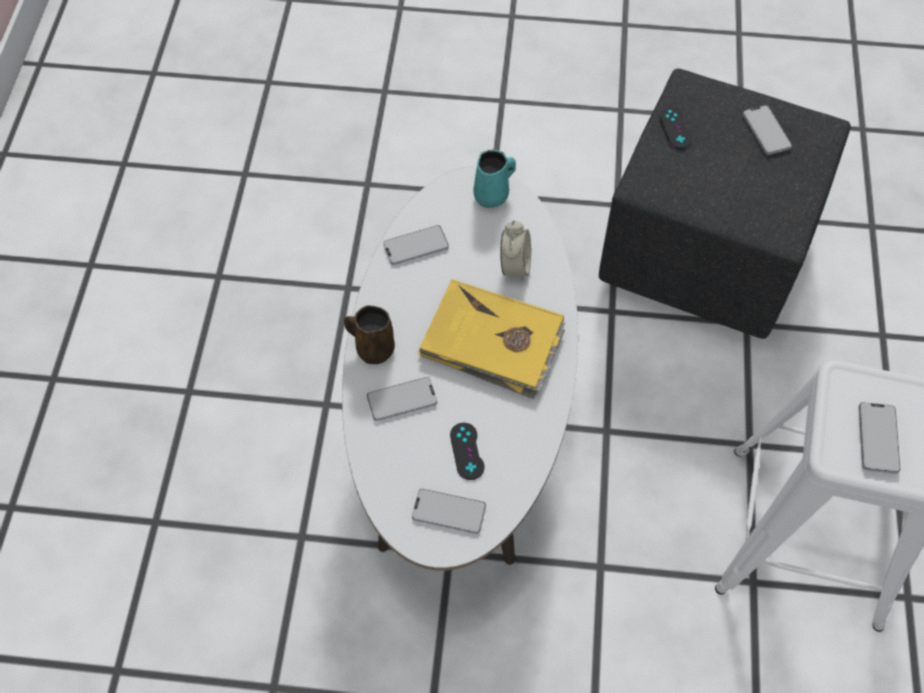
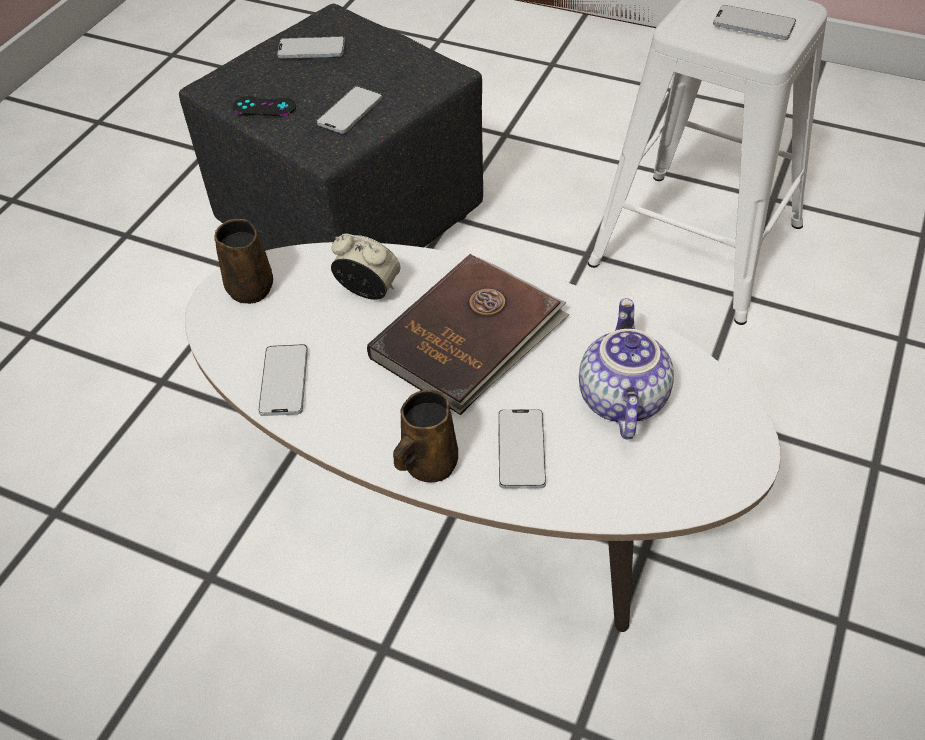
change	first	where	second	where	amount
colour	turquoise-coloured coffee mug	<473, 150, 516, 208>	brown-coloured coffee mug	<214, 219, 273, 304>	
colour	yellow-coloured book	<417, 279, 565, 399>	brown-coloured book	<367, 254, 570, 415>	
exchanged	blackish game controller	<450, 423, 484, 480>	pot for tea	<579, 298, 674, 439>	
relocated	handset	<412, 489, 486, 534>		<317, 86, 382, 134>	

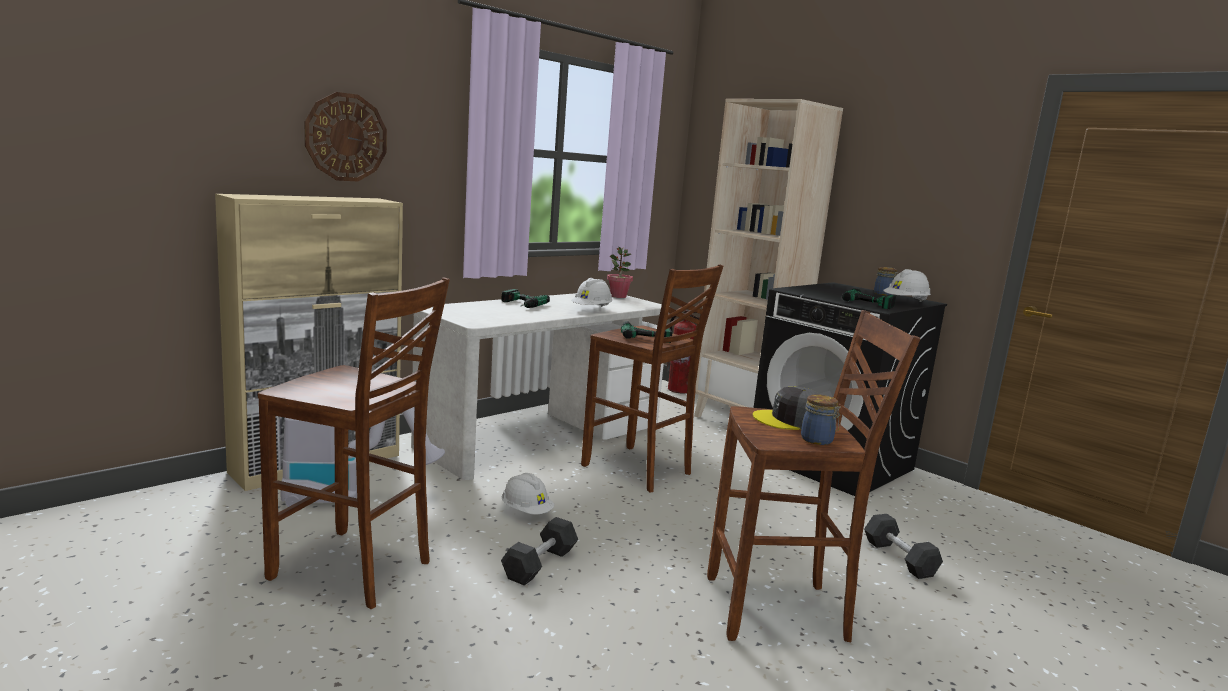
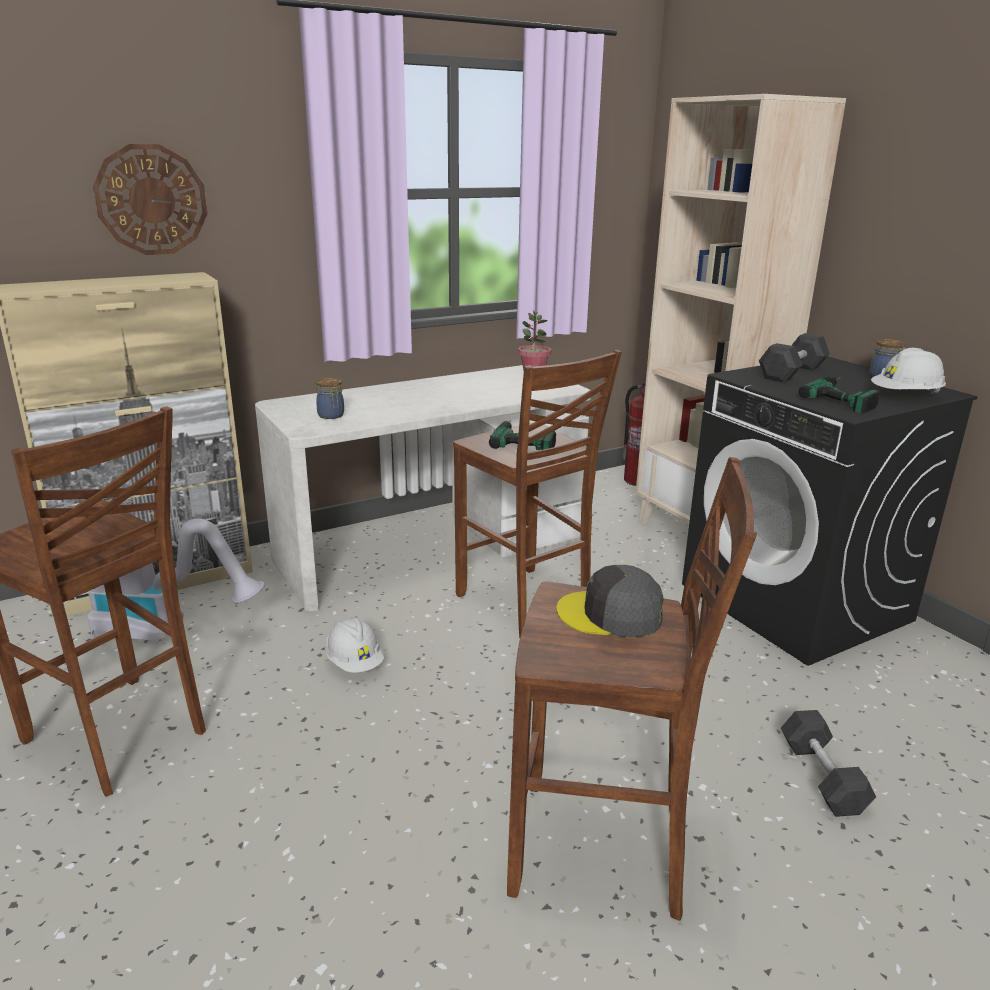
change	first	where	second	where	amount
missing	whitish hard hat	<571, 278, 612, 307>			
missing	drill	<501, 289, 550, 308>			
relocated	preserve jar	<801, 394, 841, 445>		<316, 378, 344, 419>	
relocated	blackish free weight	<501, 517, 578, 586>		<759, 333, 830, 383>	

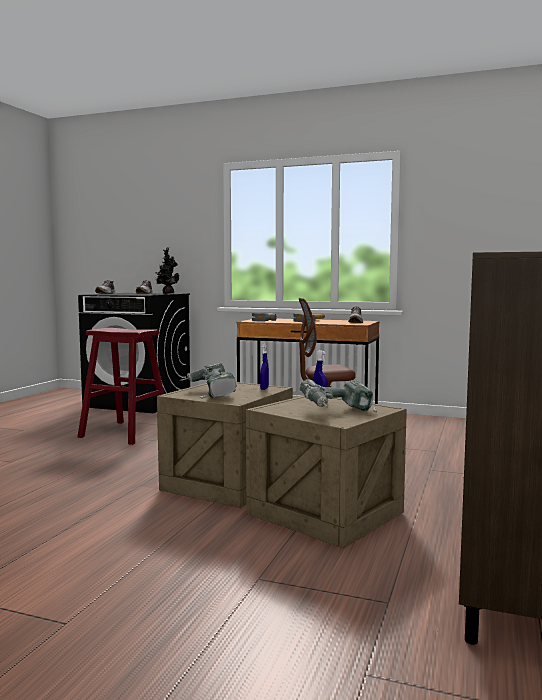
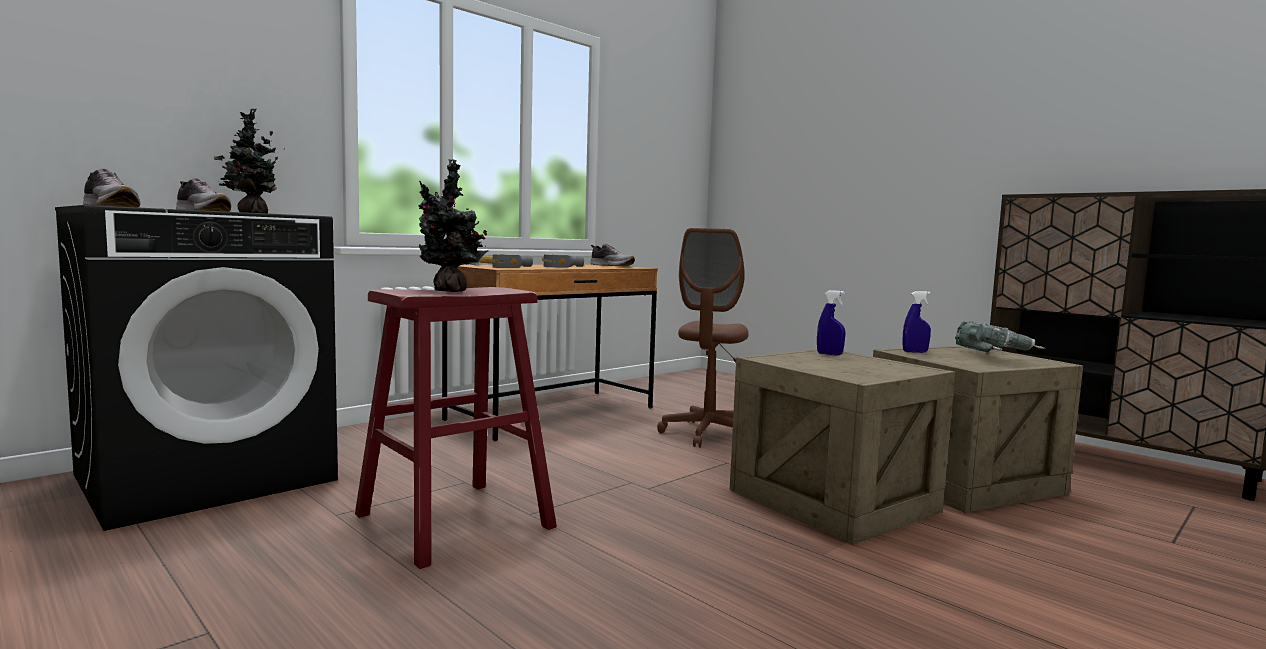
change	first	where	second	where	amount
missing	drill	<180, 363, 237, 398>			
appeared			potted plant	<419, 159, 489, 292>	

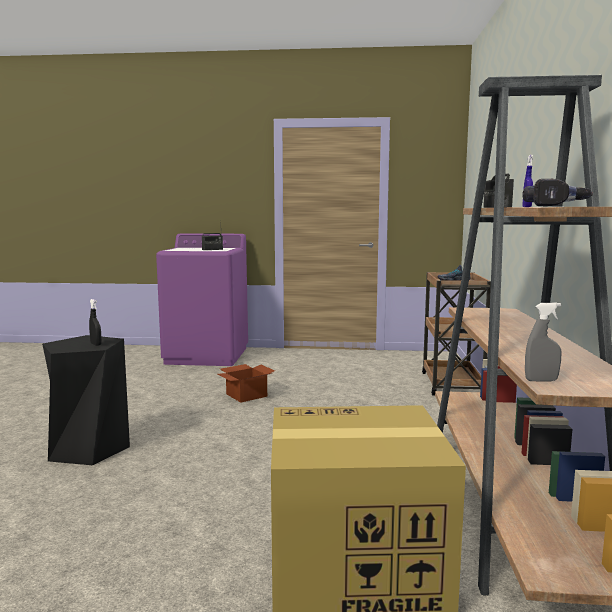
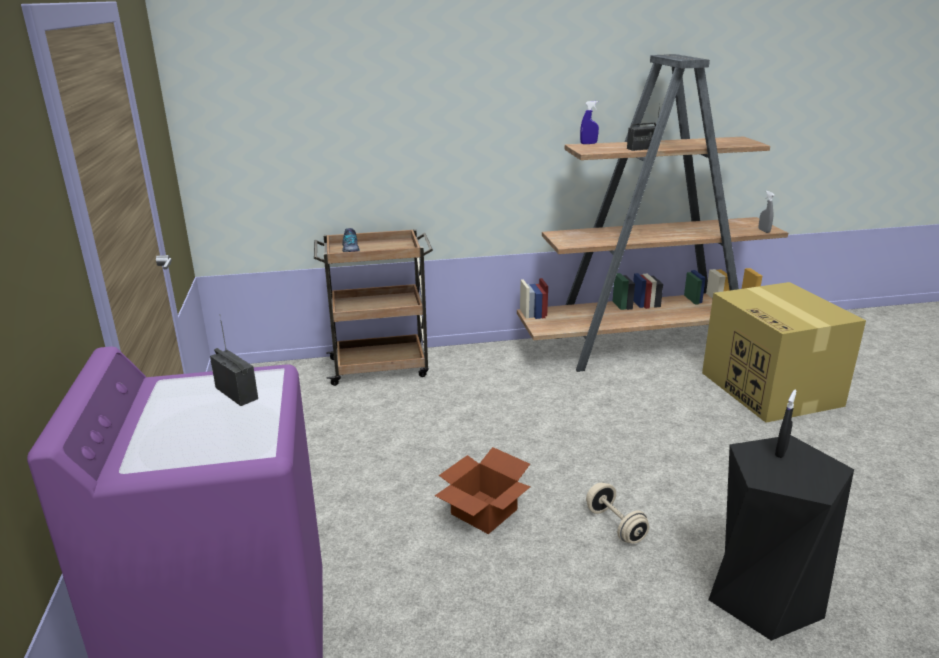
change	first	where	second	where	amount
missing	drill	<522, 179, 593, 206>			
appeared			beige free weight	<586, 483, 649, 544>	

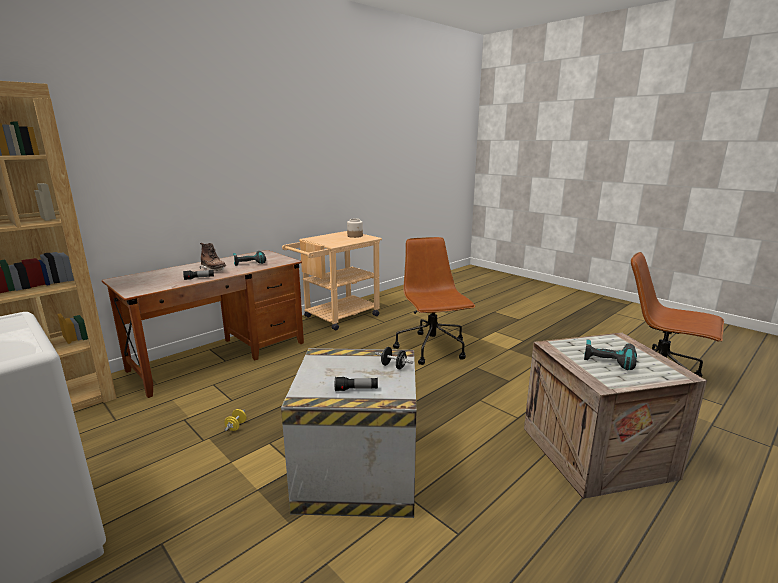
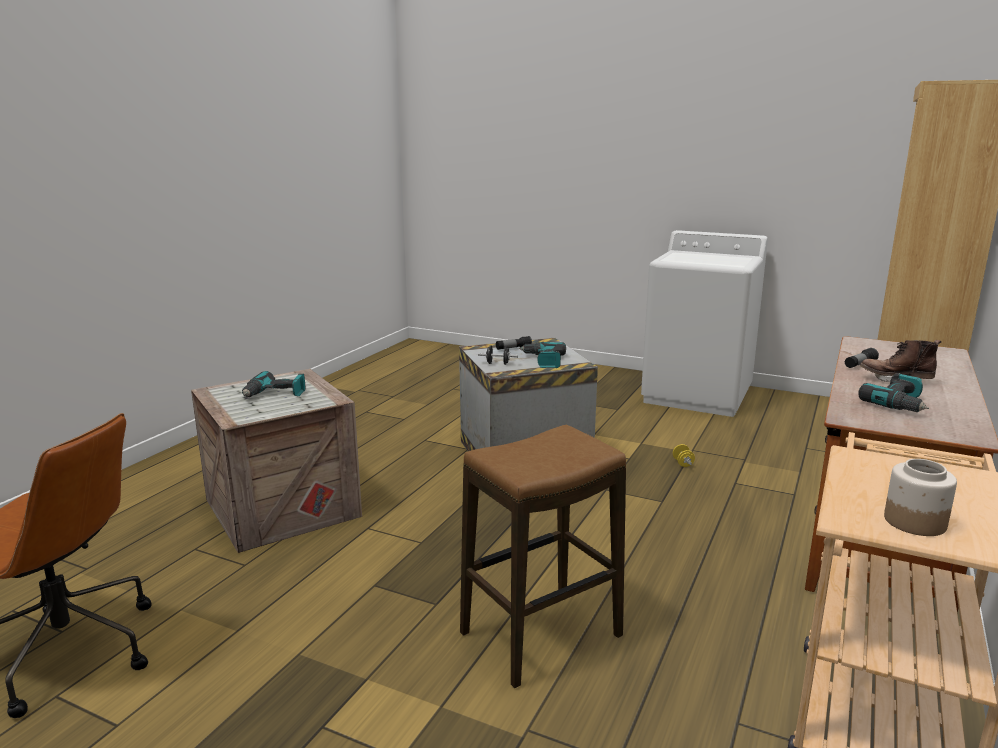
change	first	where	second	where	amount
exchanged	brown-coloured computer chair	<393, 237, 475, 365>	stool seat	<460, 424, 626, 688>	
appeared			drill	<519, 342, 566, 368>	

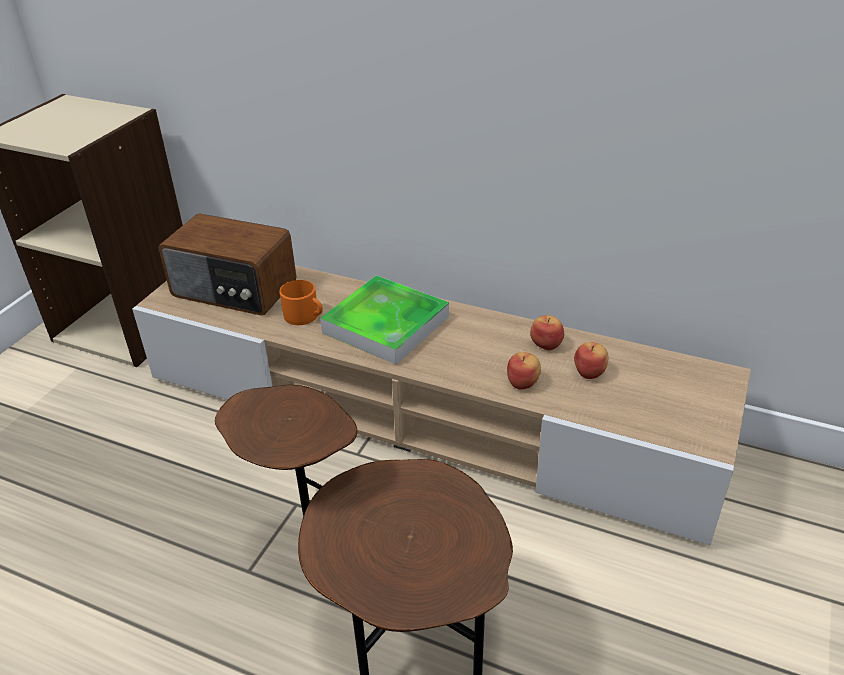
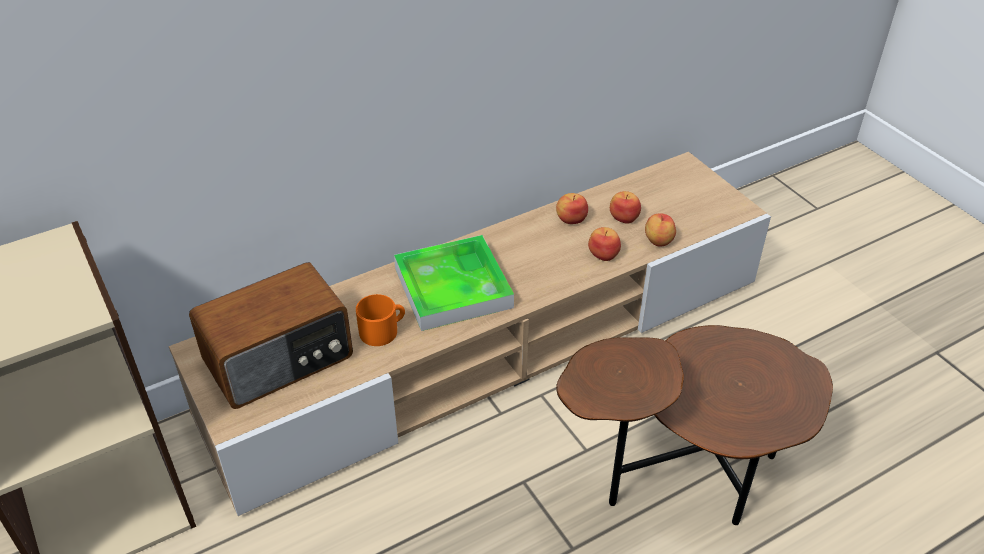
change	first	where	second	where	amount
appeared			whole apple	<645, 213, 676, 247>	

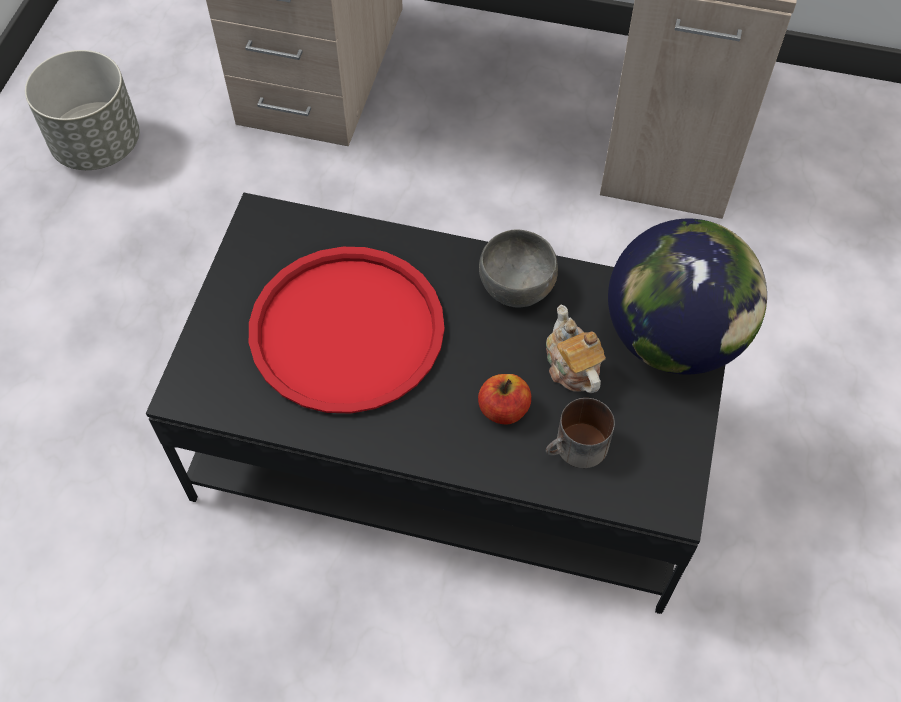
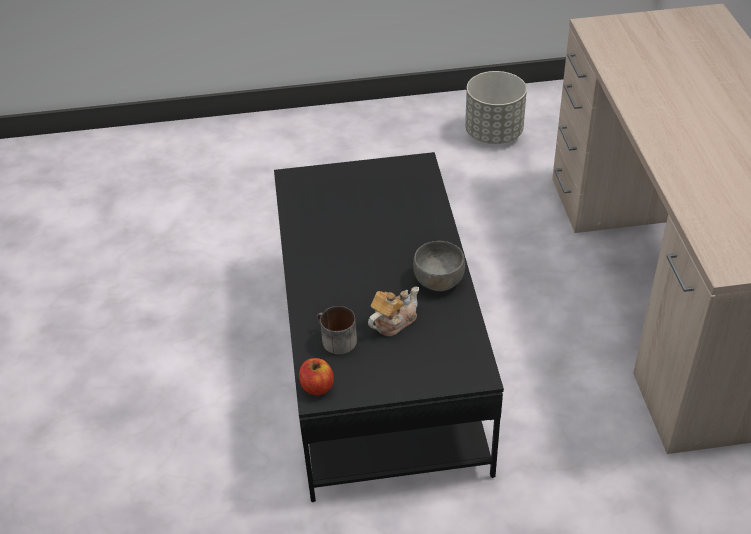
change	first	where	second	where	amount
missing	globe	<608, 219, 767, 375>			
missing	reddish carrying tray	<249, 247, 444, 414>			
relocated	whole apple	<478, 374, 531, 425>		<299, 358, 334, 395>	

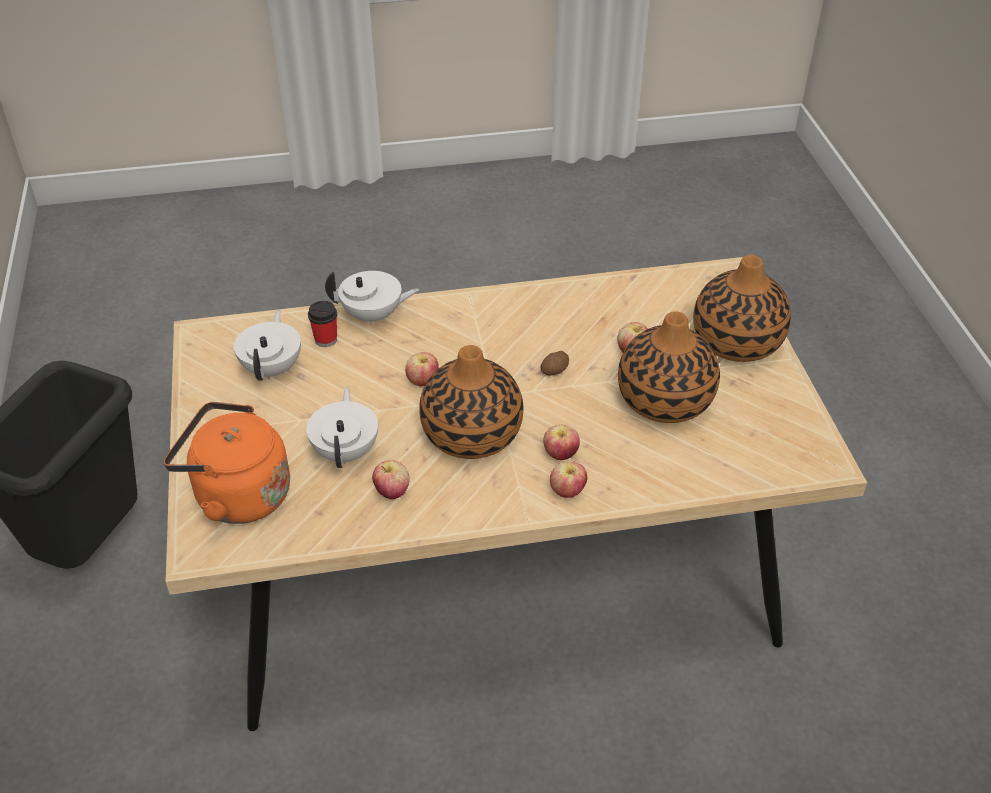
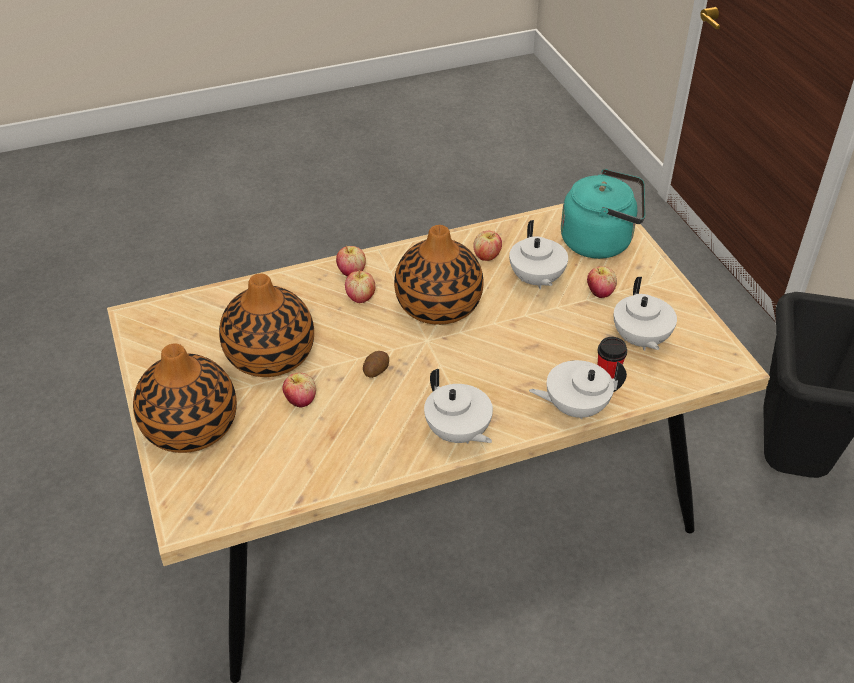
change	first	where	second	where	amount
relocated	whole apple	<405, 352, 438, 387>		<587, 266, 617, 298>	
colour	orangey kettle	<164, 402, 290, 524>	turquoise-coloured kettle	<561, 169, 645, 259>	
appeared			whitish pot for tea	<424, 369, 493, 444>	

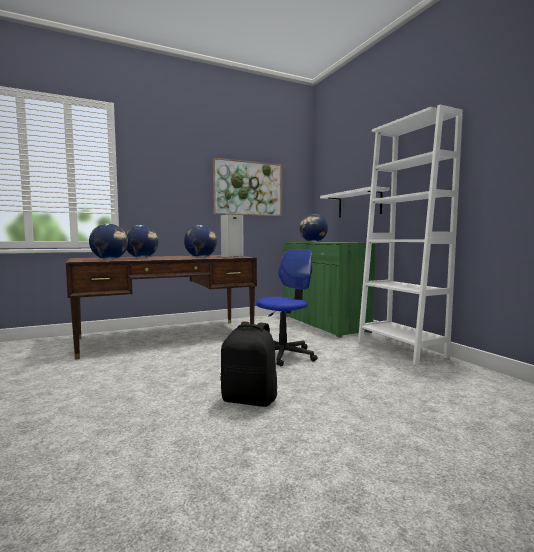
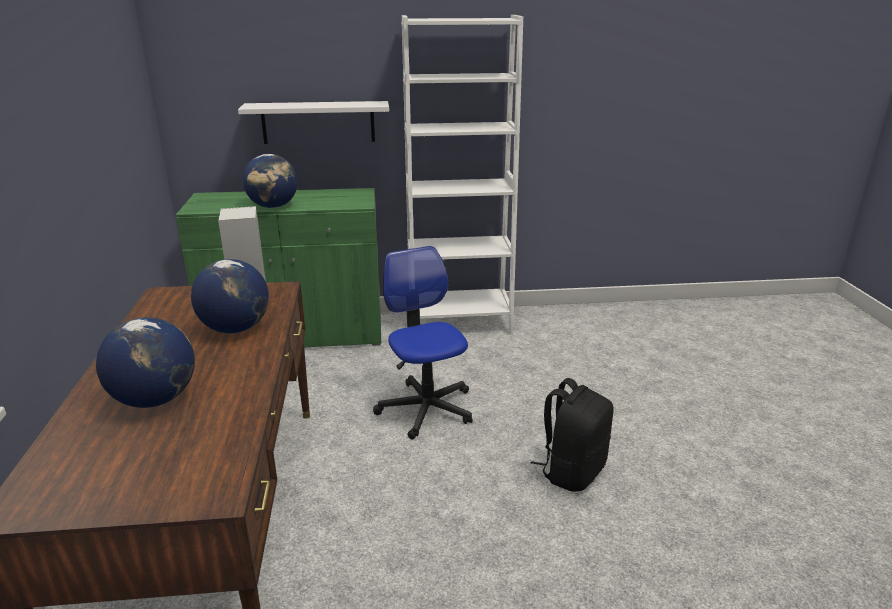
change	first	where	second	where	amount
missing	wall picture	<213, 158, 282, 216>			
missing	globe	<89, 224, 128, 260>			

